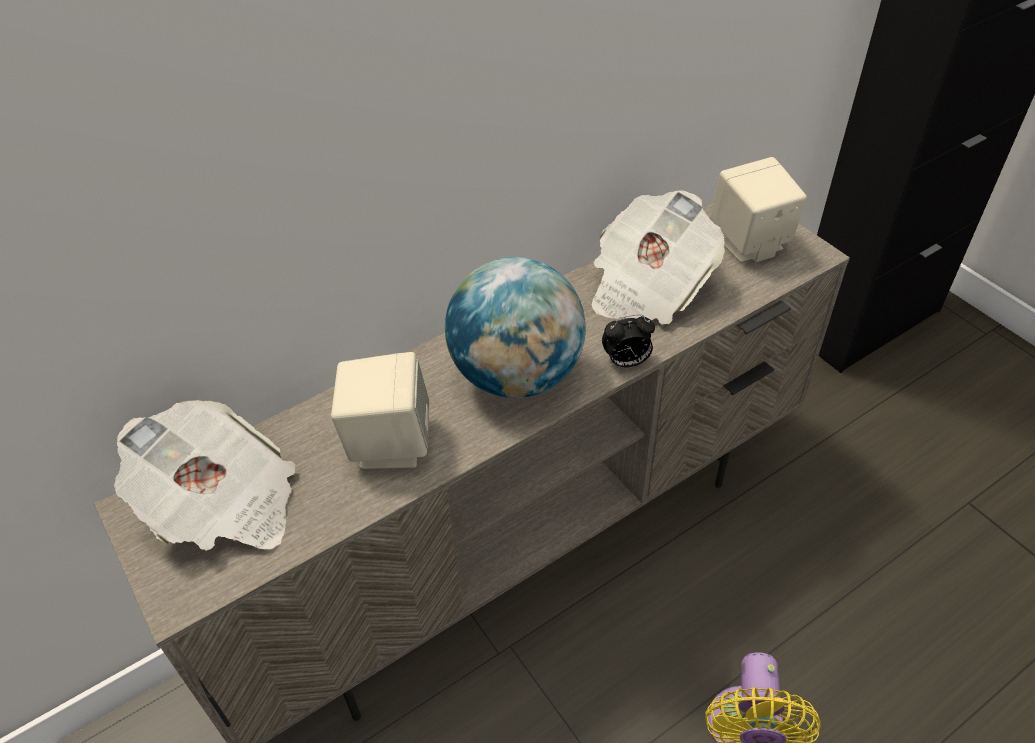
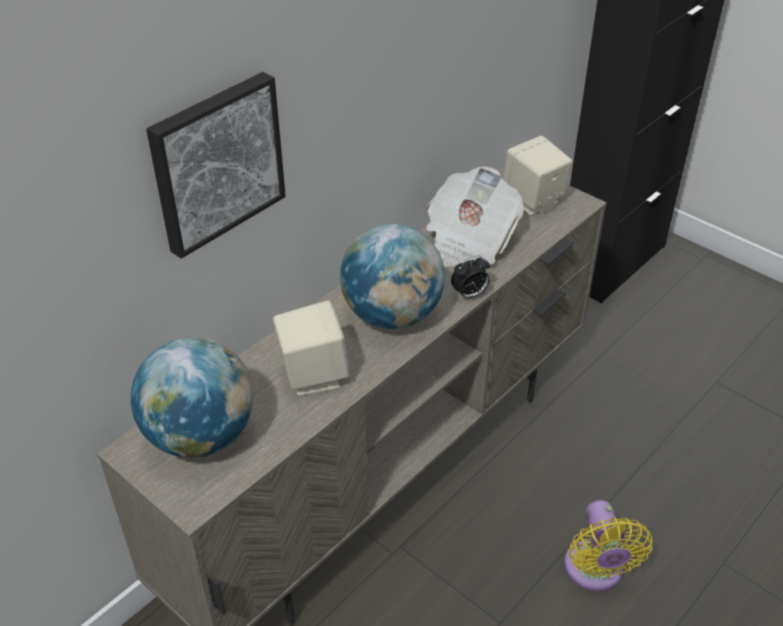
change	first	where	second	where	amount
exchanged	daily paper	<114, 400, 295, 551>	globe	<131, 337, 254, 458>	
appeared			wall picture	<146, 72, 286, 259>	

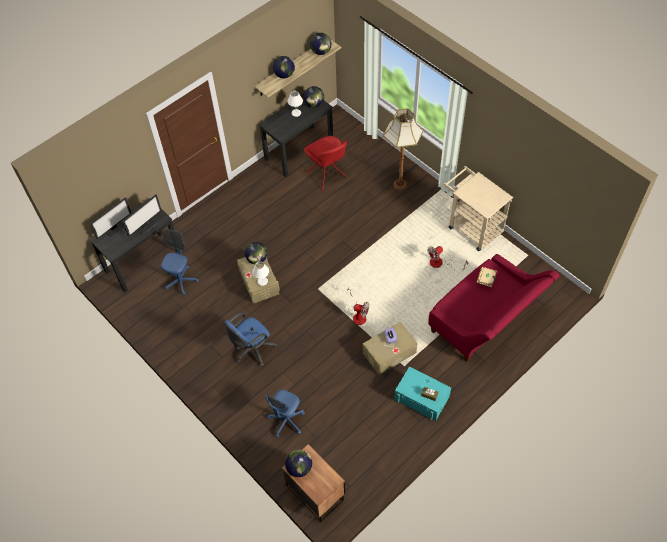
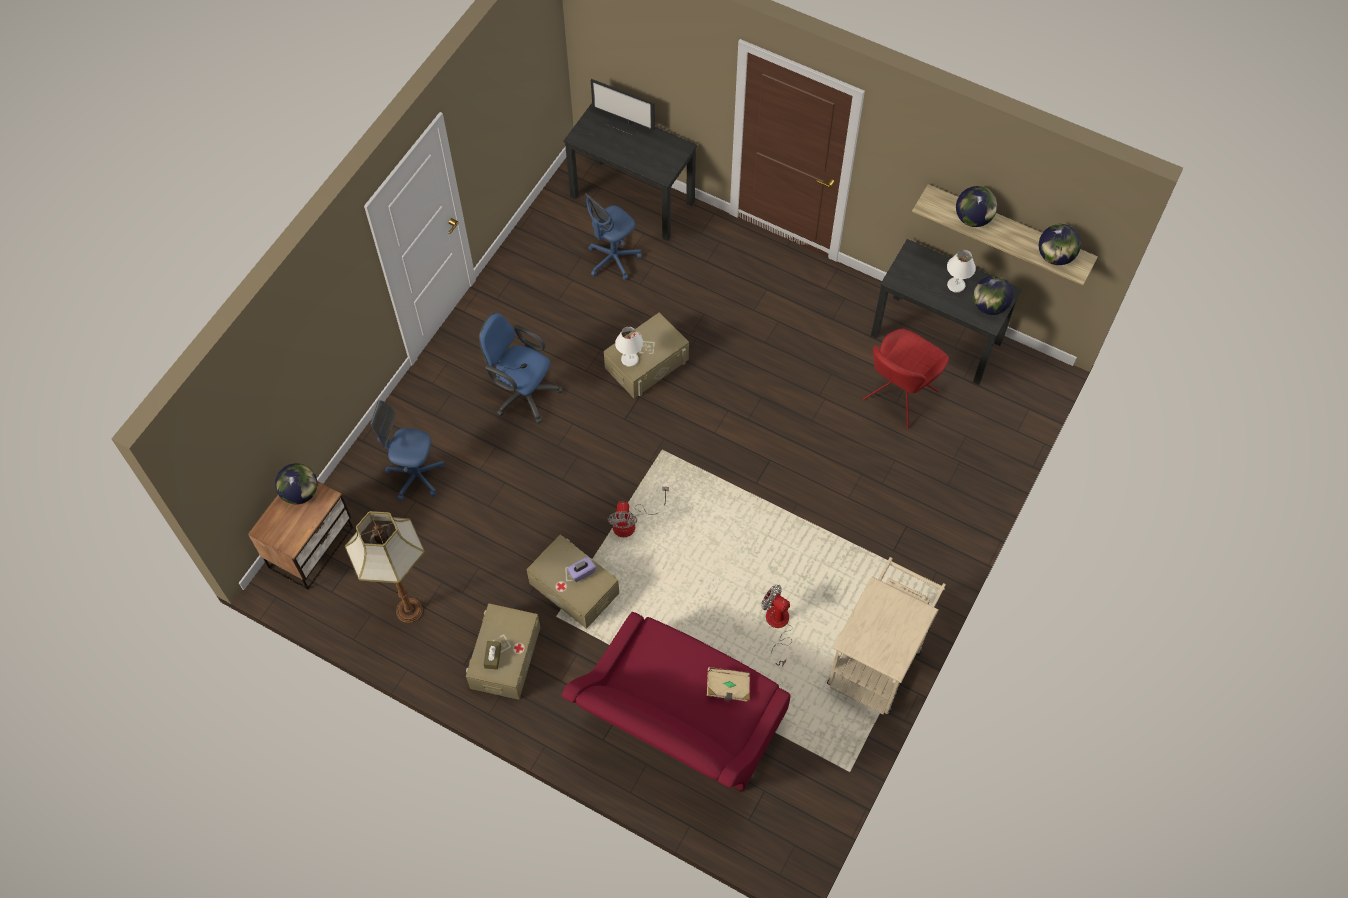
change	first	where	second	where	amount
relocated	standard lamp	<383, 108, 423, 190>		<345, 511, 425, 623>	
missing	monitor	<122, 195, 161, 236>			
spun	bluish computer chair	<161, 229, 199, 295>		<585, 193, 642, 281>	135 degrees clockwise
missing	globe	<245, 242, 267, 264>			
colour	turquoise-coloured storage box	<394, 367, 451, 421>	beige storage box	<466, 603, 540, 700>	

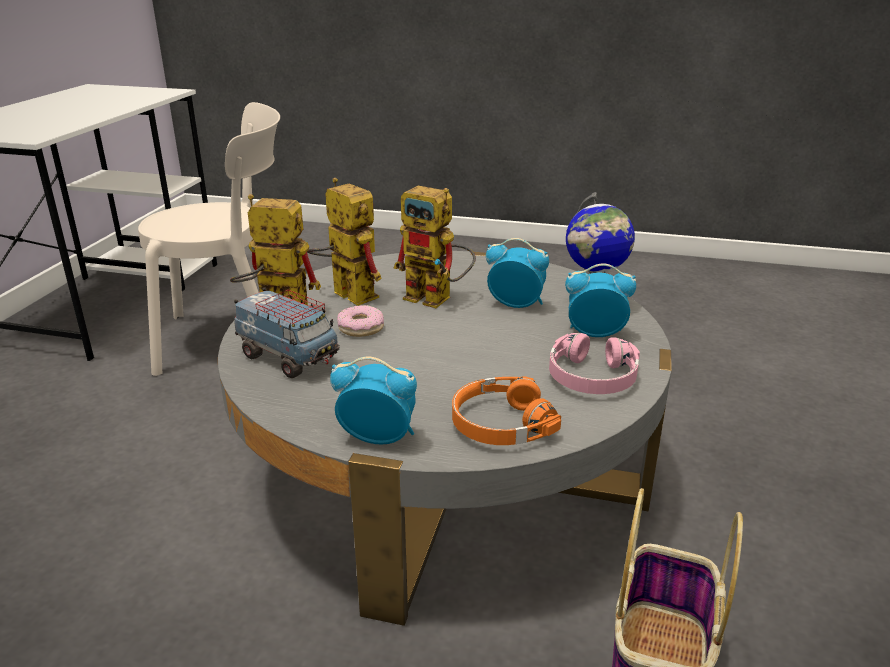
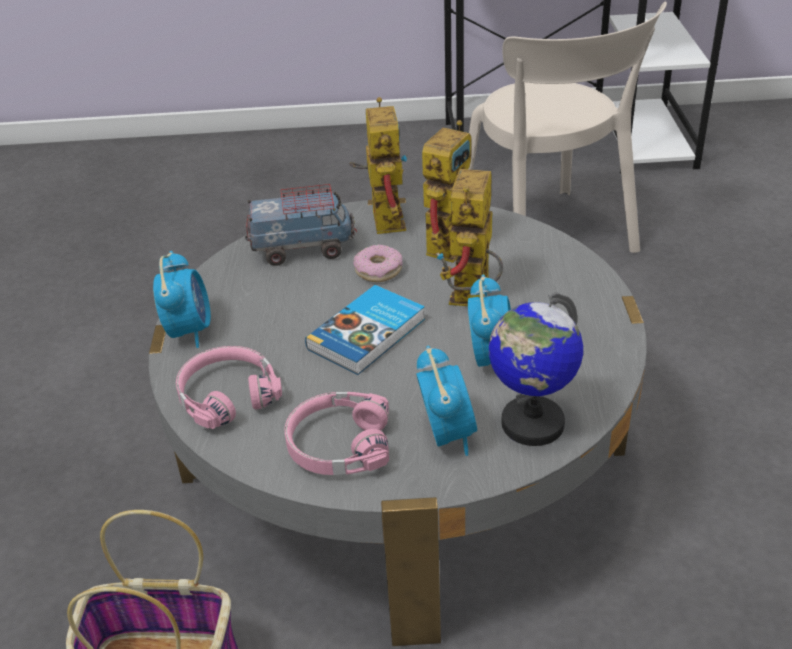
change	first	where	second	where	amount
spun	model truck	<234, 287, 340, 378>		<245, 184, 357, 266>	120 degrees counterclockwise
colour	orangey headset	<452, 377, 561, 445>	pinkish headset	<176, 346, 282, 429>	
appeared			book	<305, 285, 425, 375>	

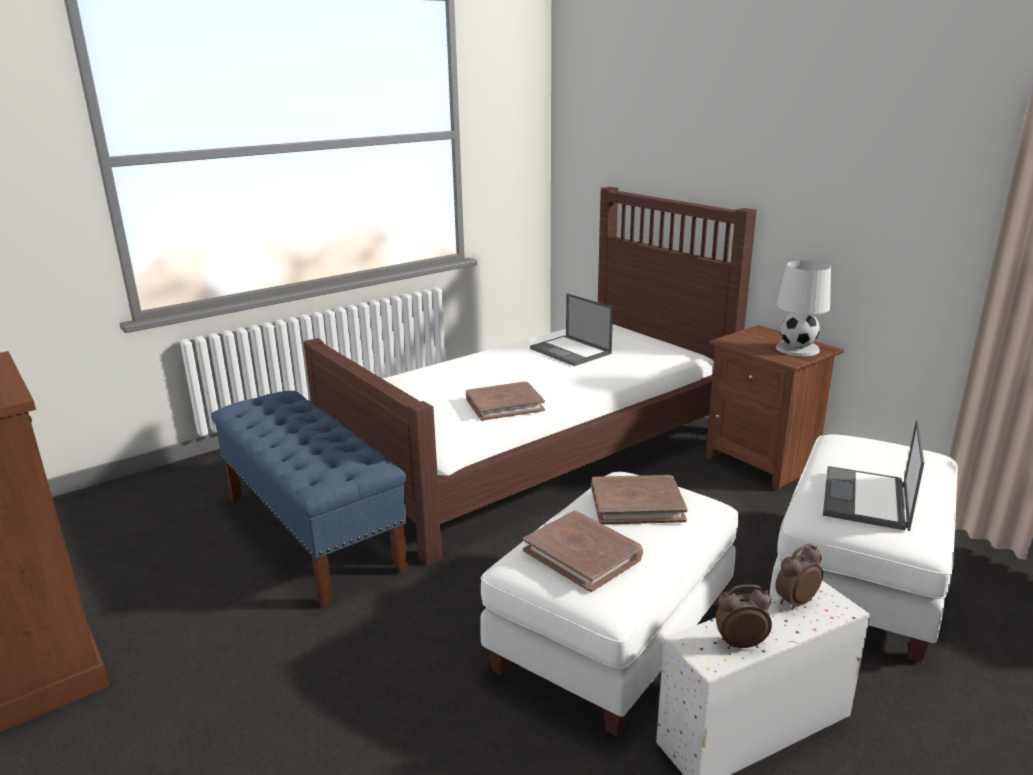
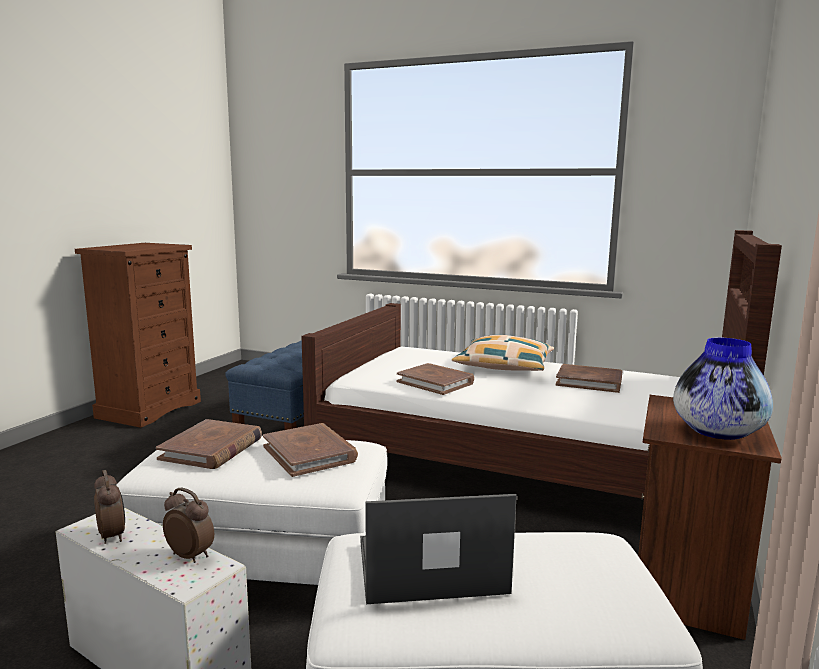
change	first	where	second	where	amount
exchanged	whitish tabletop lamp	<776, 260, 831, 356>	flower vase	<673, 337, 773, 440>	
exchanged	notebook computer	<530, 293, 613, 366>	brown-coloured book	<556, 364, 623, 393>	
appeared			throw pillow	<452, 335, 554, 371>	

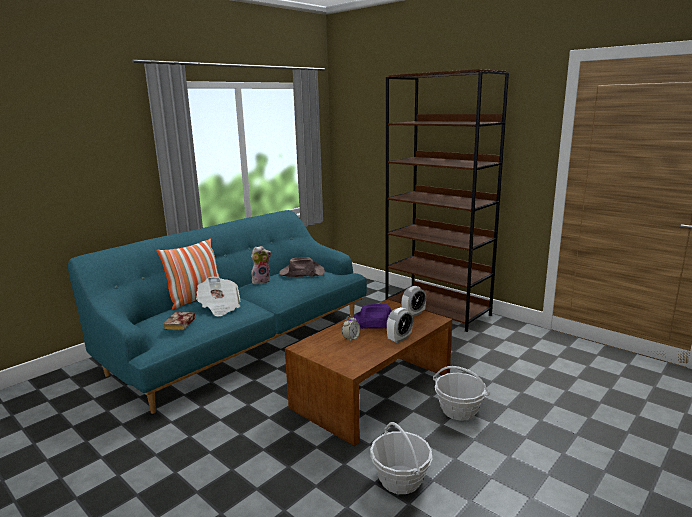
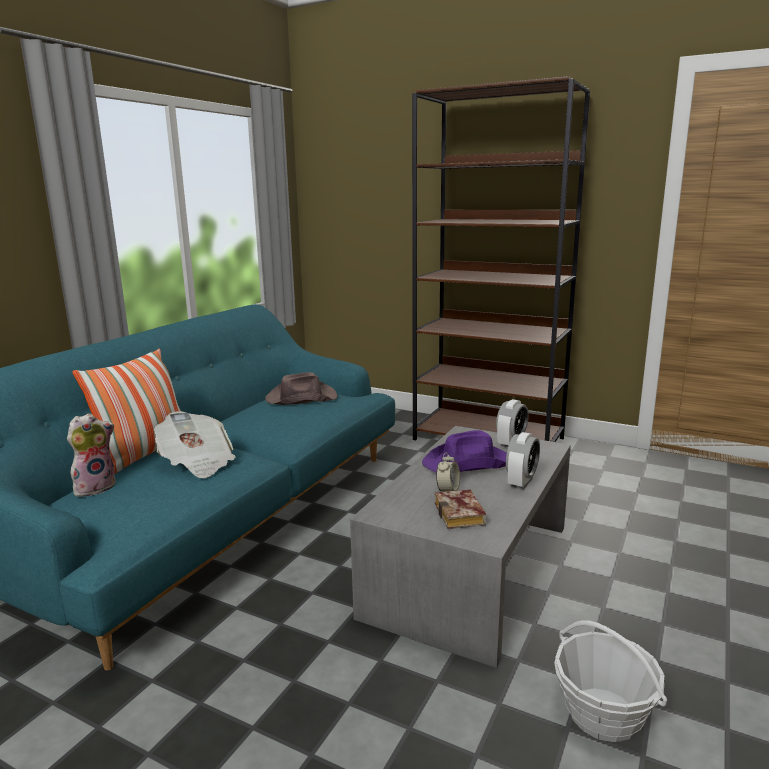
change	first	where	second	where	amount
relocated	cuddly toy	<251, 246, 272, 284>		<67, 413, 116, 497>	
colour	brown-coloured coffee table	<285, 299, 452, 446>	gray coffee table	<350, 426, 571, 668>	
relocated	book	<163, 312, 195, 330>		<435, 489, 487, 529>	
missing	household basket	<433, 366, 490, 421>			

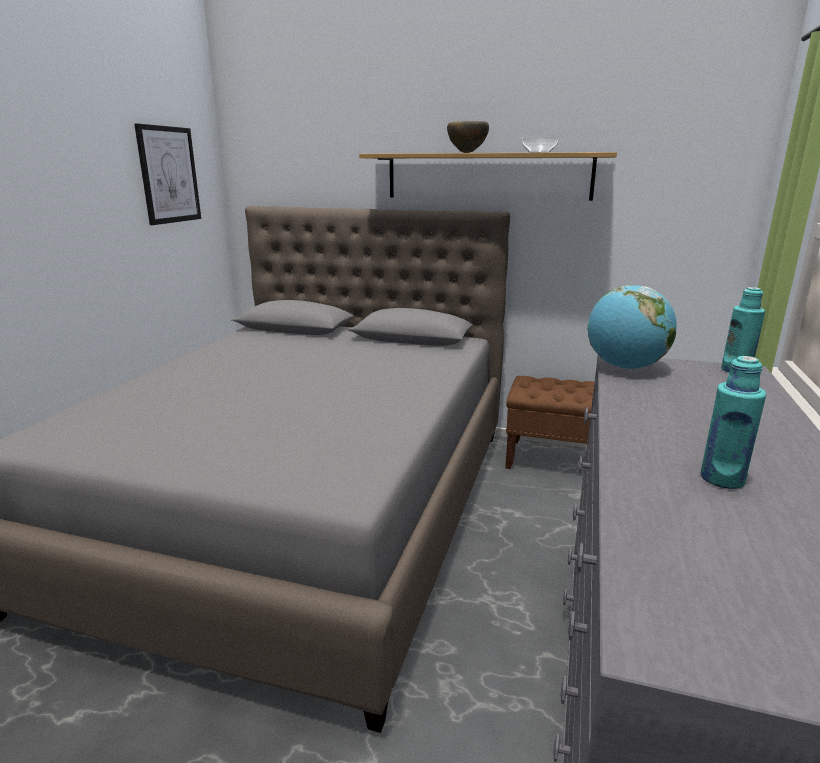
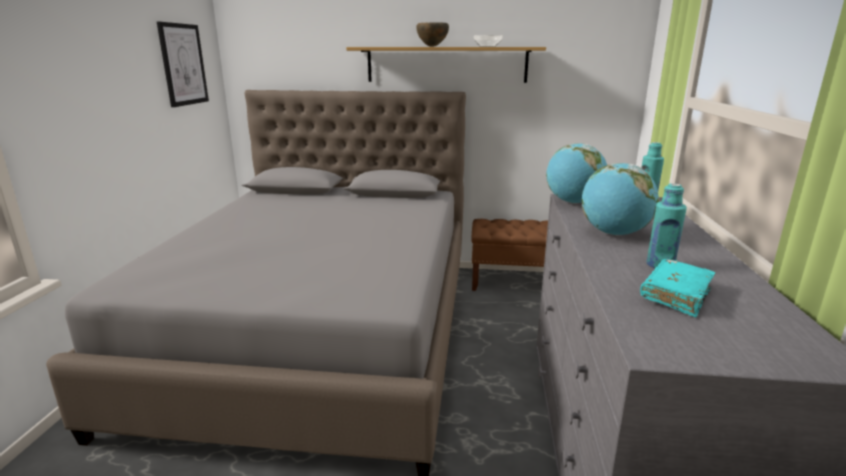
change	first	where	second	where	amount
appeared			globe	<582, 163, 659, 235>	
appeared			turquoise-coloured book	<640, 259, 715, 317>	

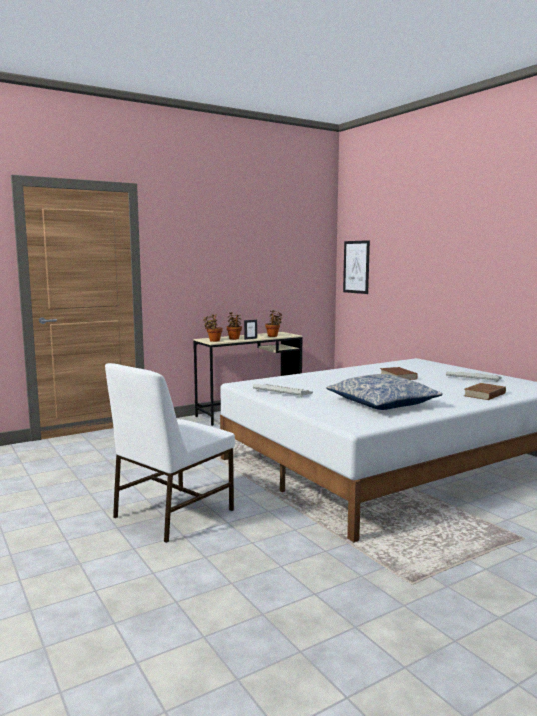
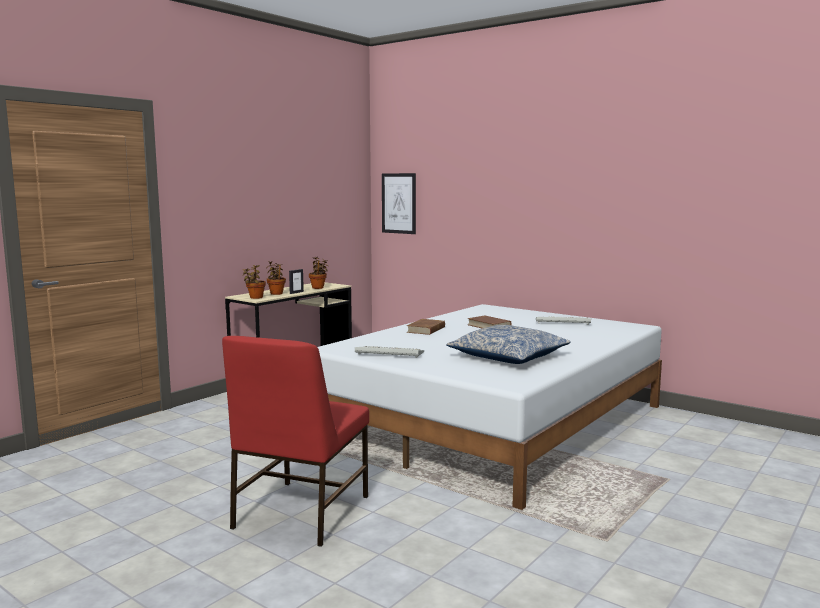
change	first	where	second	where	amount
colour	whitish plain chair	<105, 363, 235, 543>	reddish plain chair	<222, 336, 369, 547>	
relocated	brown-coloured book	<464, 383, 506, 400>		<407, 319, 445, 335>	

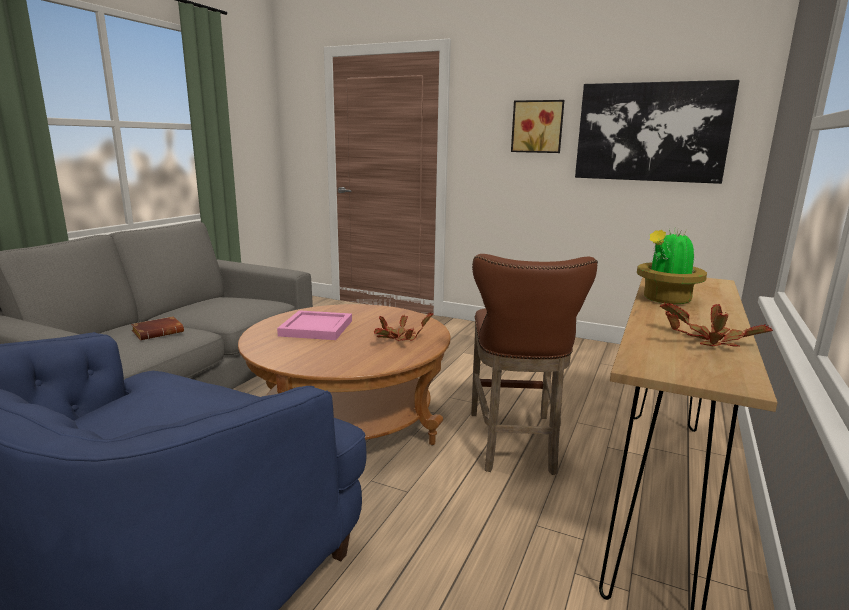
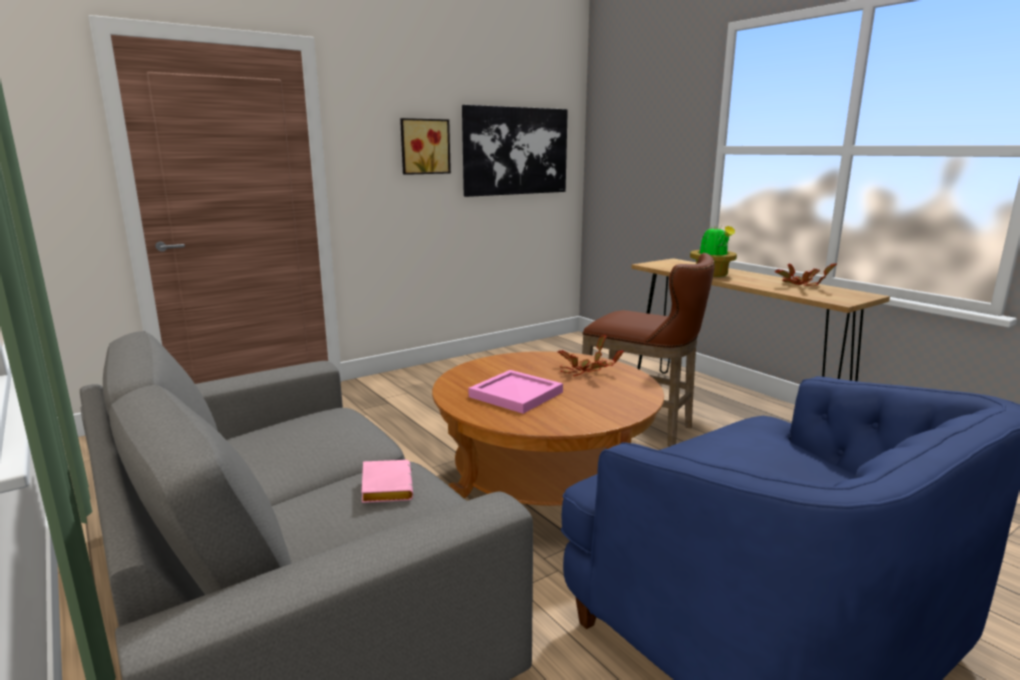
change	first	where	second	where	amount
colour	brown-coloured book	<131, 316, 184, 340>	pinkish book	<362, 460, 413, 503>	

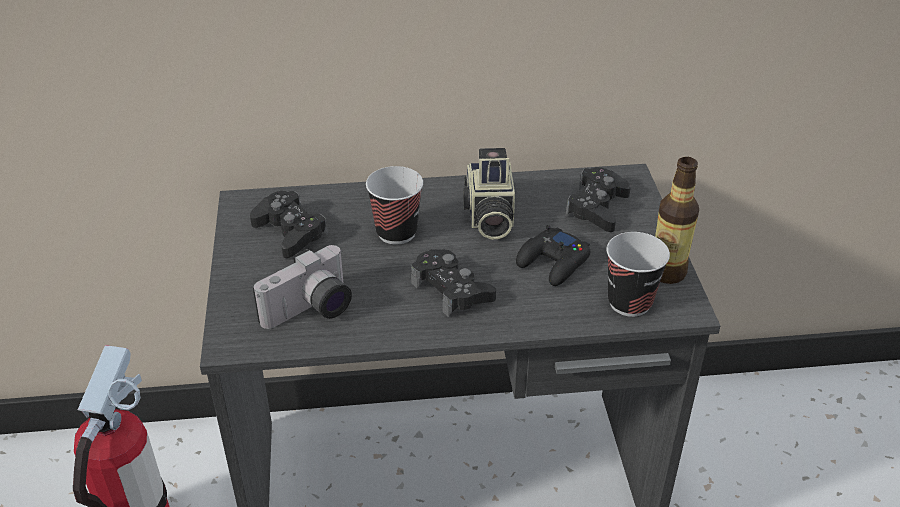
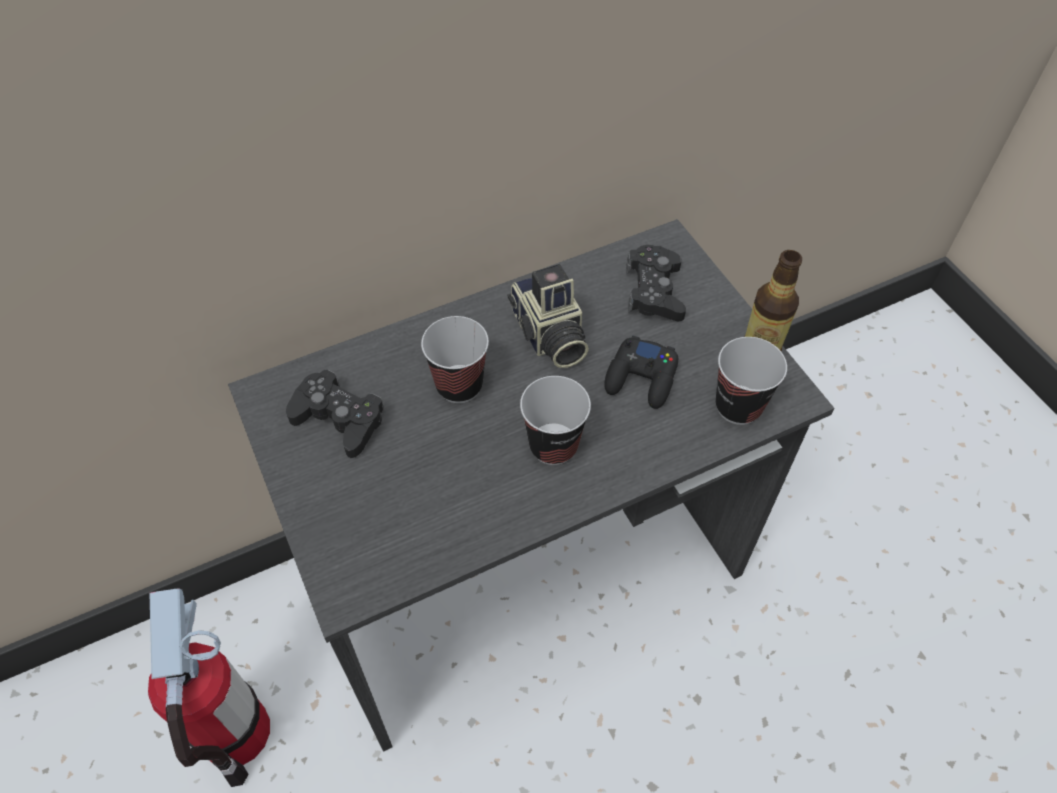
change	first	where	second	where	amount
missing	photo camera	<253, 245, 352, 329>			
exchanged	blackish game controller	<411, 249, 496, 317>	small cup	<520, 376, 591, 465>	

